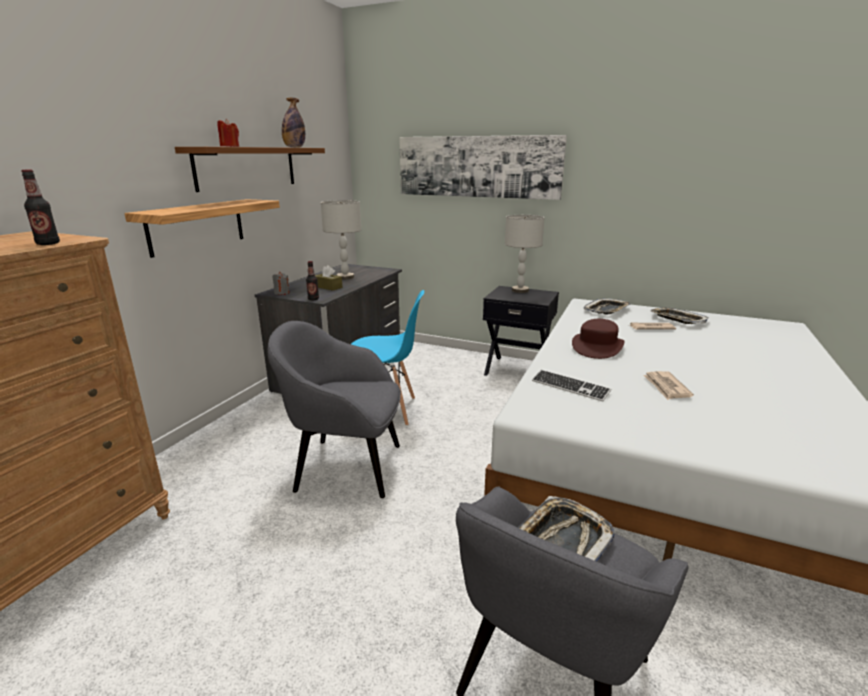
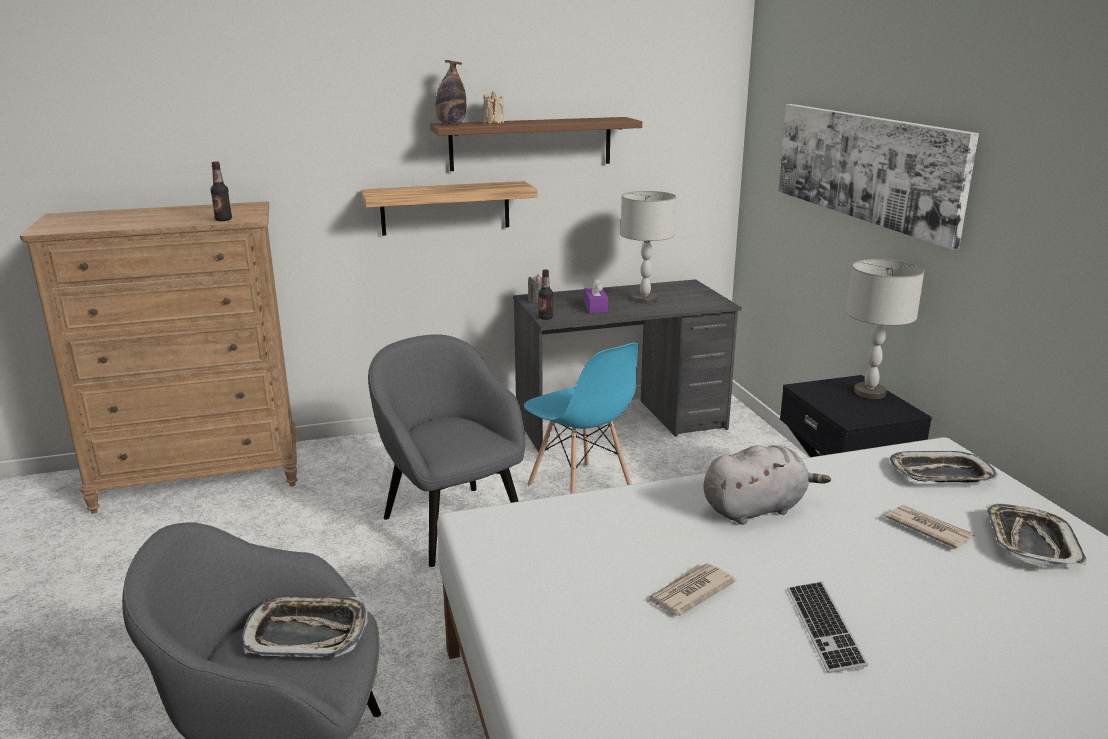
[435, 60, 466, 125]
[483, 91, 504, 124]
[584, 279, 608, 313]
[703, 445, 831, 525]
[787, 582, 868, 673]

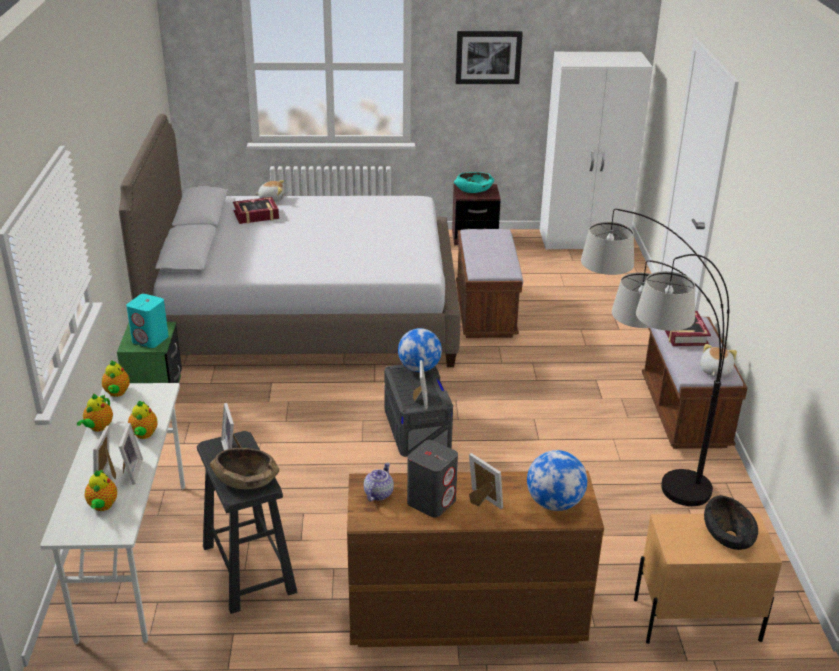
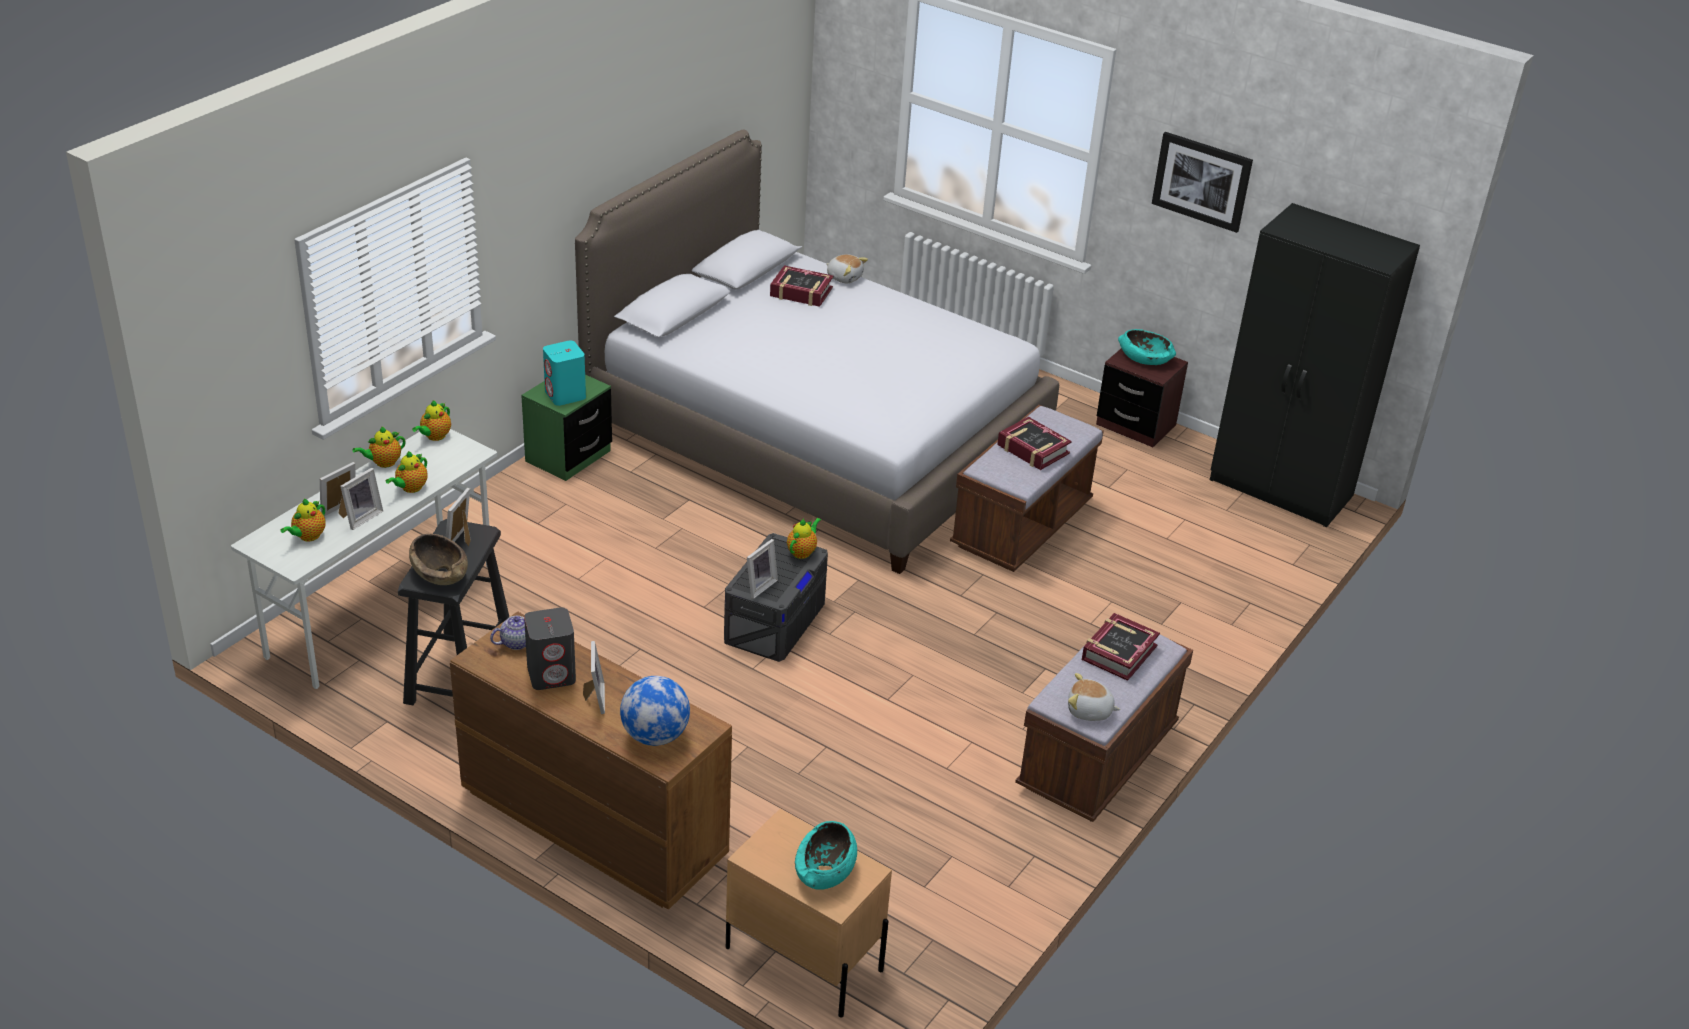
[1210, 203, 1420, 528]
[581, 209, 730, 506] (first image)
[787, 518, 821, 559]
[1068, 673, 1121, 721]
[795, 821, 857, 890]
[997, 417, 1072, 470]

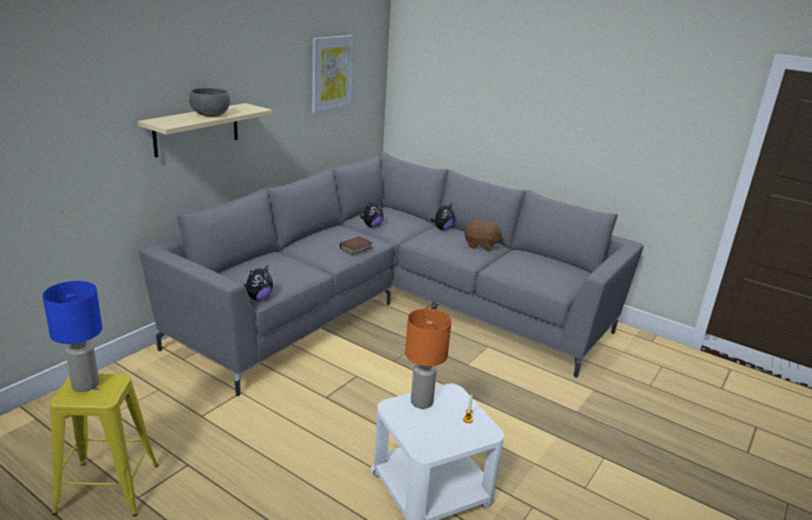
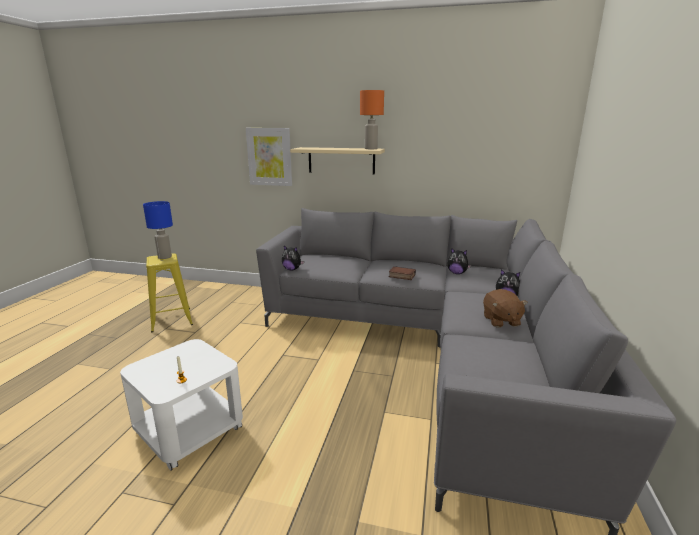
[246, 128, 292, 186]
[189, 88, 230, 117] (first image)
[360, 90, 384, 149]

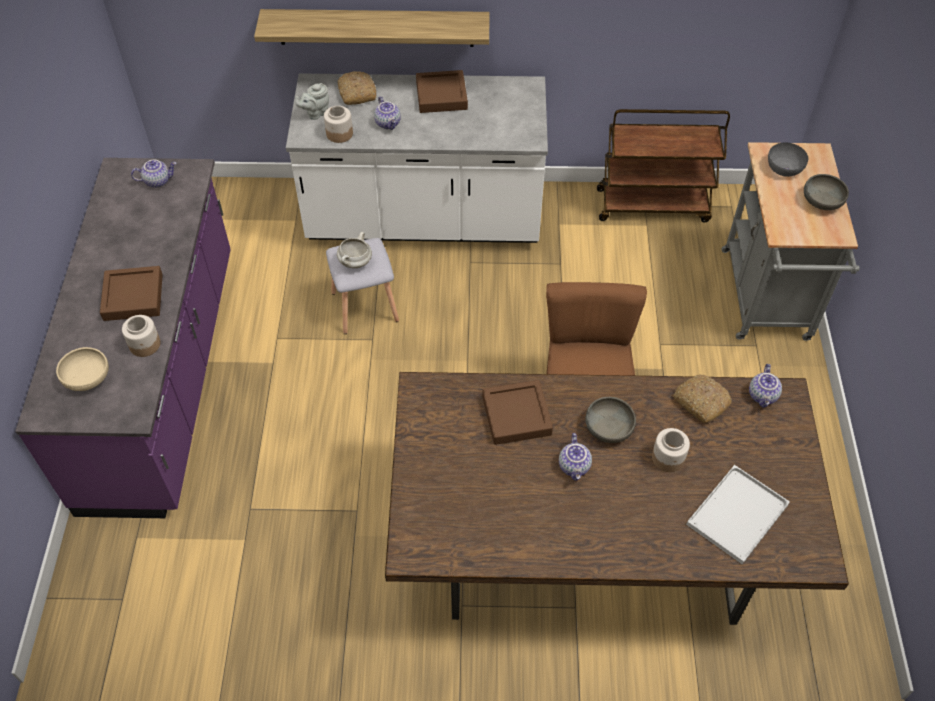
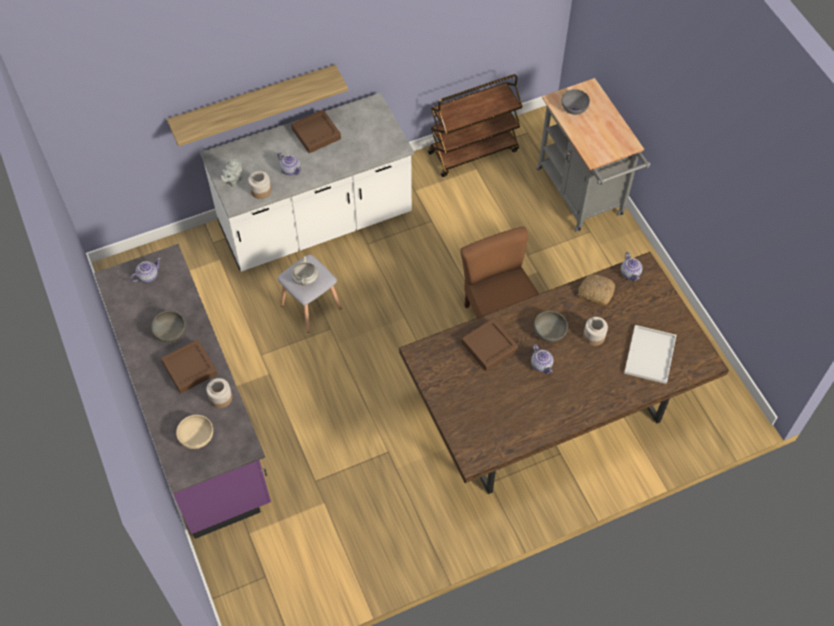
[337, 71, 377, 105] (first image)
[151, 311, 186, 343]

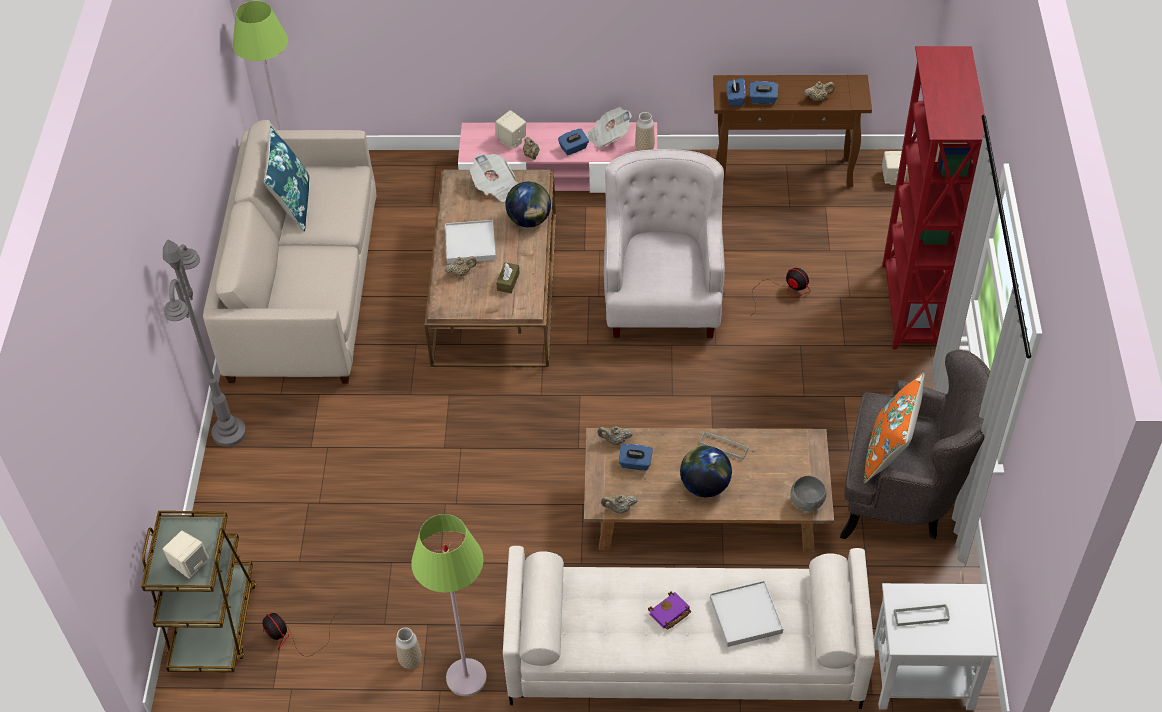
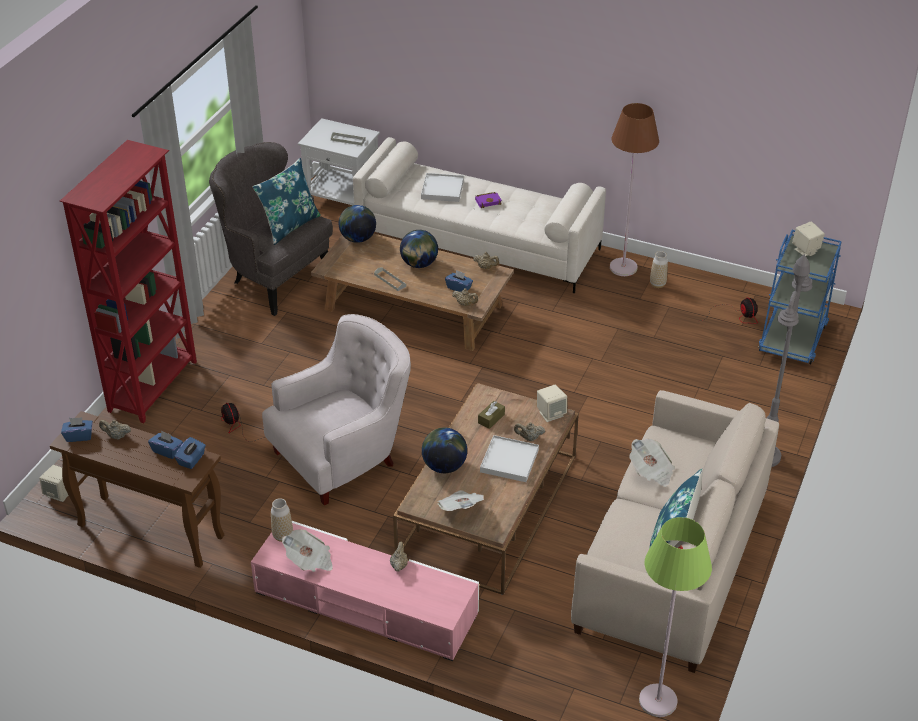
[537, 385, 567, 422]
[61, 417, 93, 442]
[262, 314, 411, 506]
[253, 158, 321, 245]
[339, 205, 376, 243]
[758, 230, 842, 364]
[610, 103, 659, 276]
[629, 439, 675, 487]

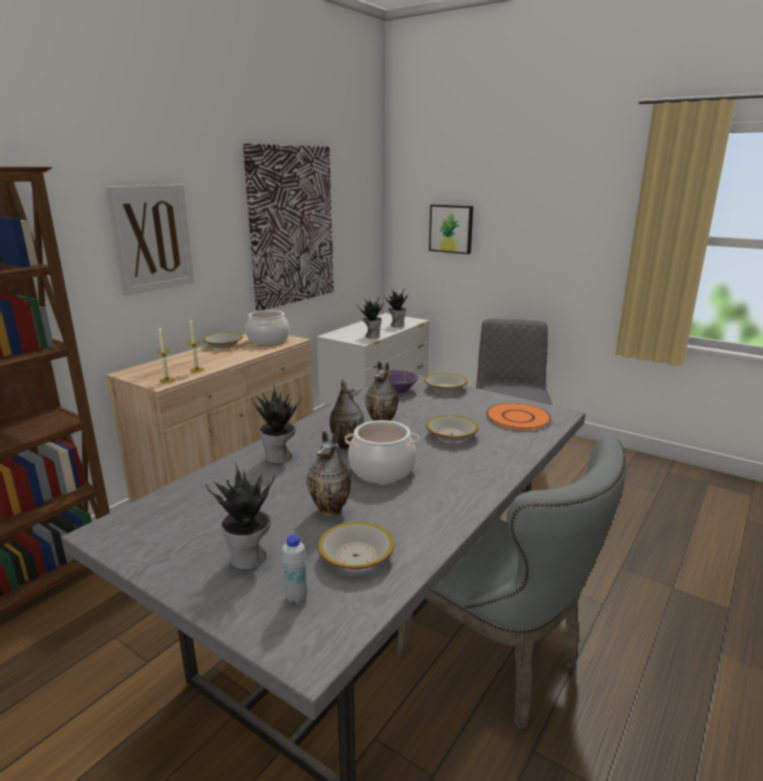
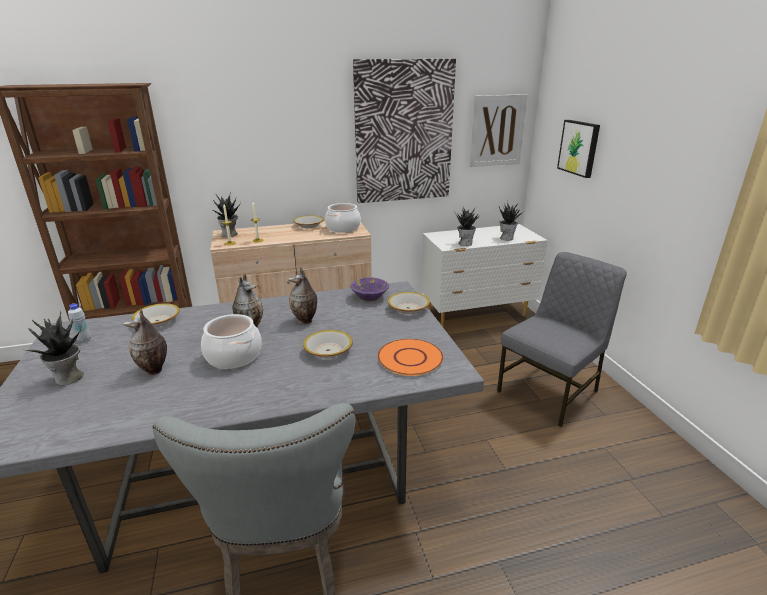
[470, 94, 528, 167]
[211, 192, 241, 237]
[132, 303, 180, 327]
[68, 303, 91, 343]

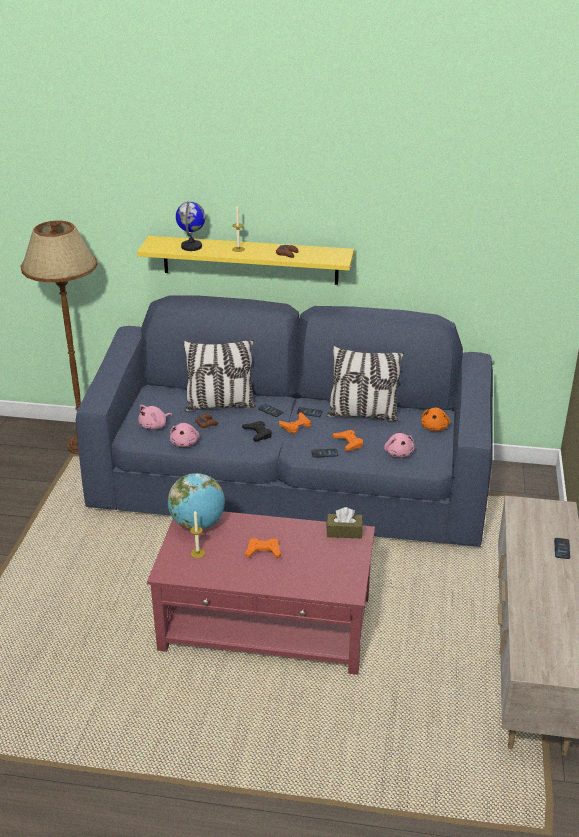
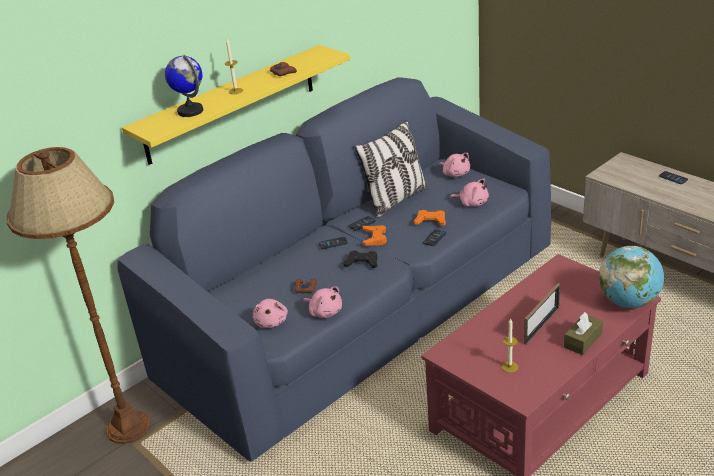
[183, 340, 256, 412] (first image)
[439, 153, 470, 177]
[599, 246, 664, 308]
[564, 312, 603, 355]
[524, 283, 560, 345]

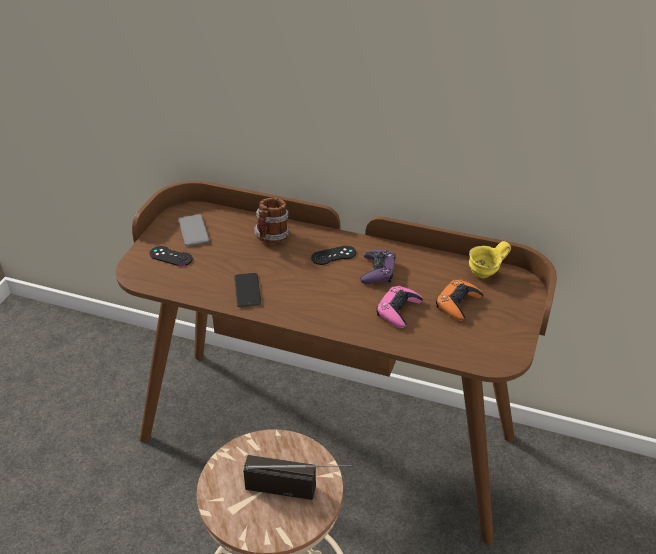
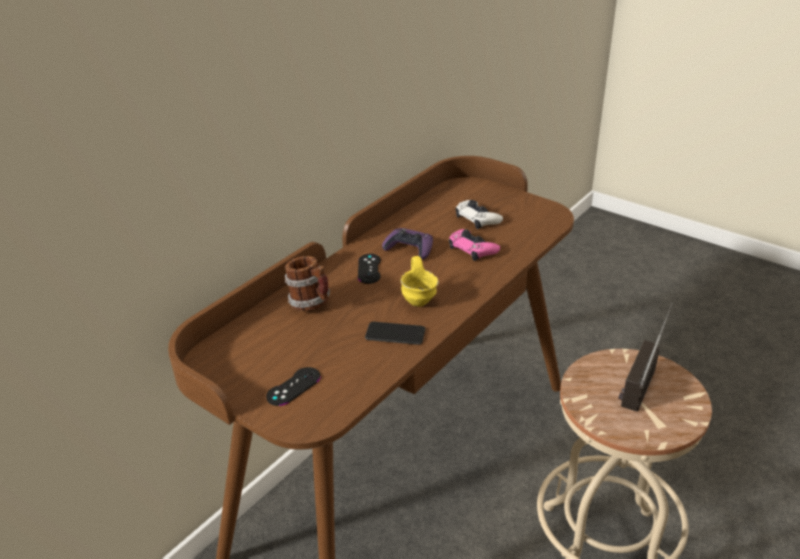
[178, 214, 209, 246] (first image)
[400, 256, 439, 307]
[456, 200, 503, 229]

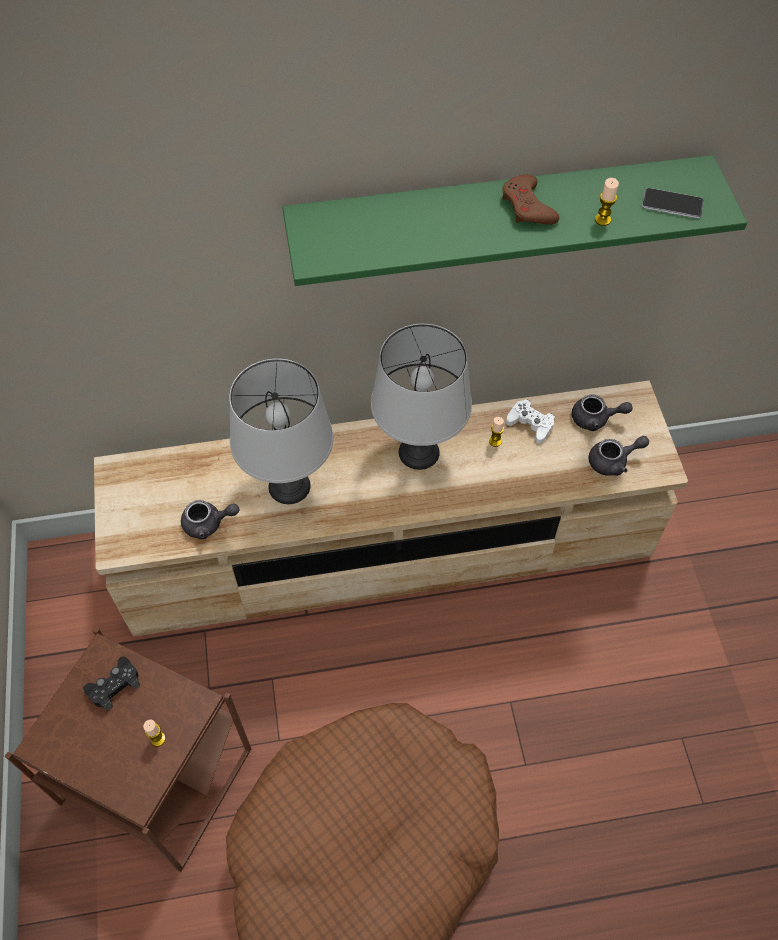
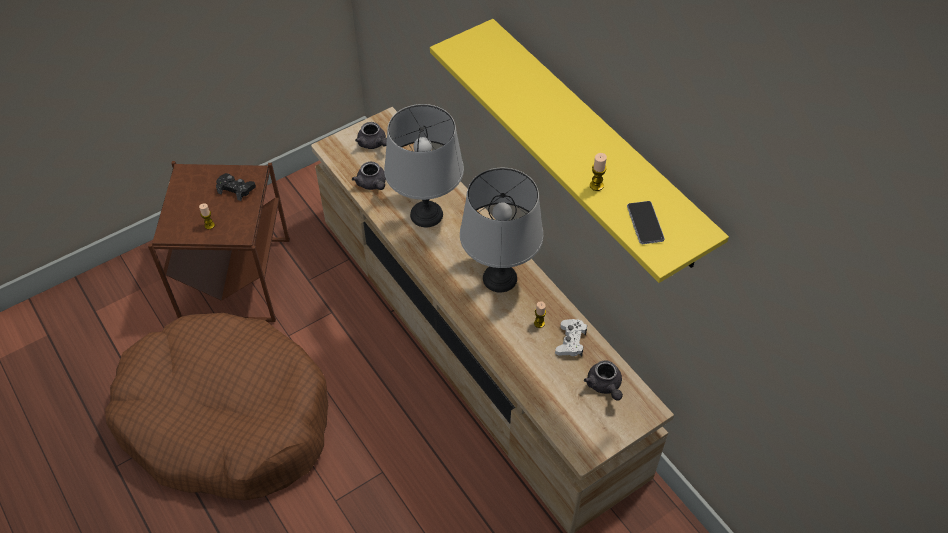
[430, 19, 729, 283]
[502, 174, 560, 225] (first image)
[355, 122, 387, 149]

